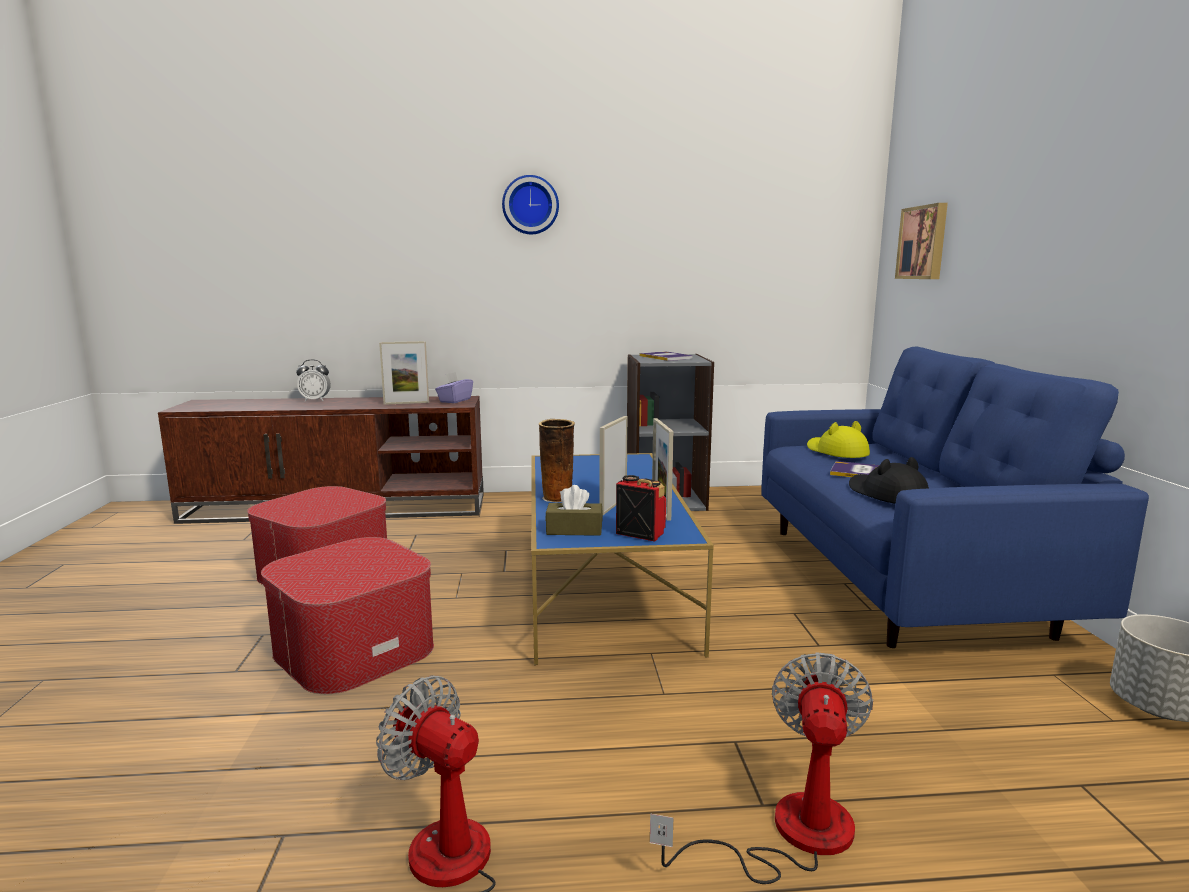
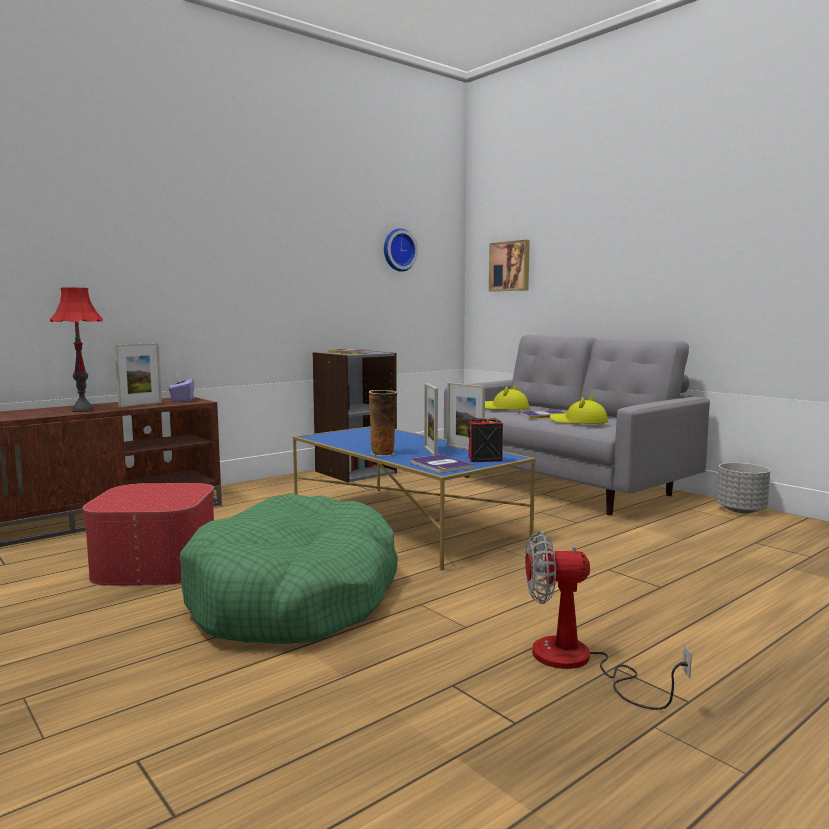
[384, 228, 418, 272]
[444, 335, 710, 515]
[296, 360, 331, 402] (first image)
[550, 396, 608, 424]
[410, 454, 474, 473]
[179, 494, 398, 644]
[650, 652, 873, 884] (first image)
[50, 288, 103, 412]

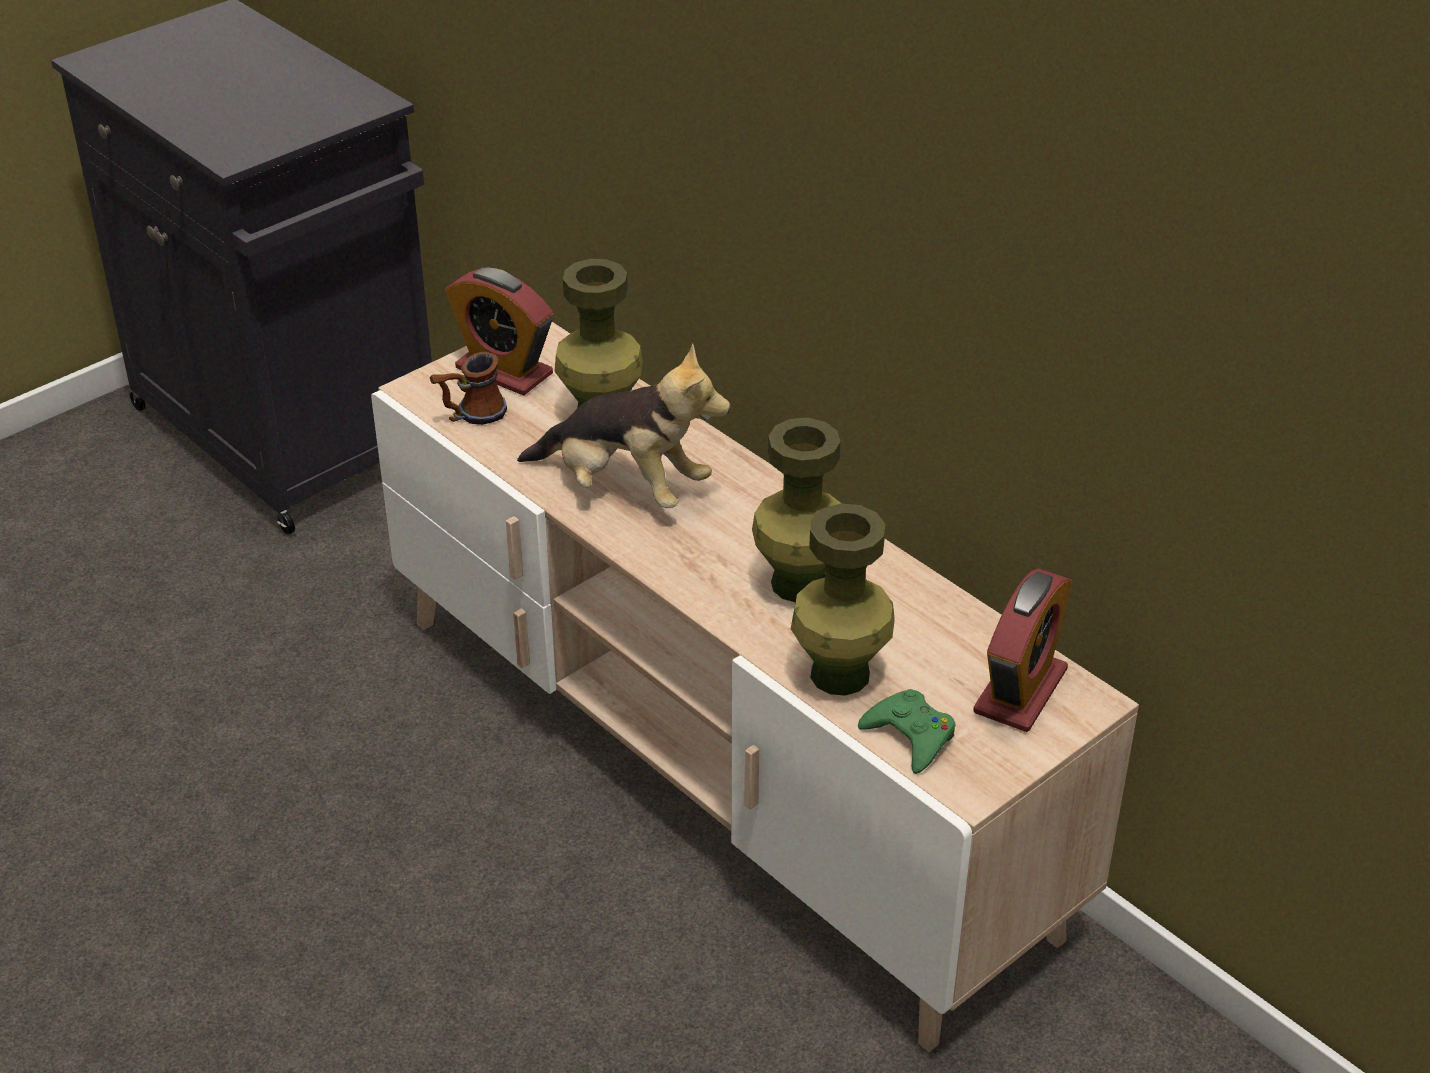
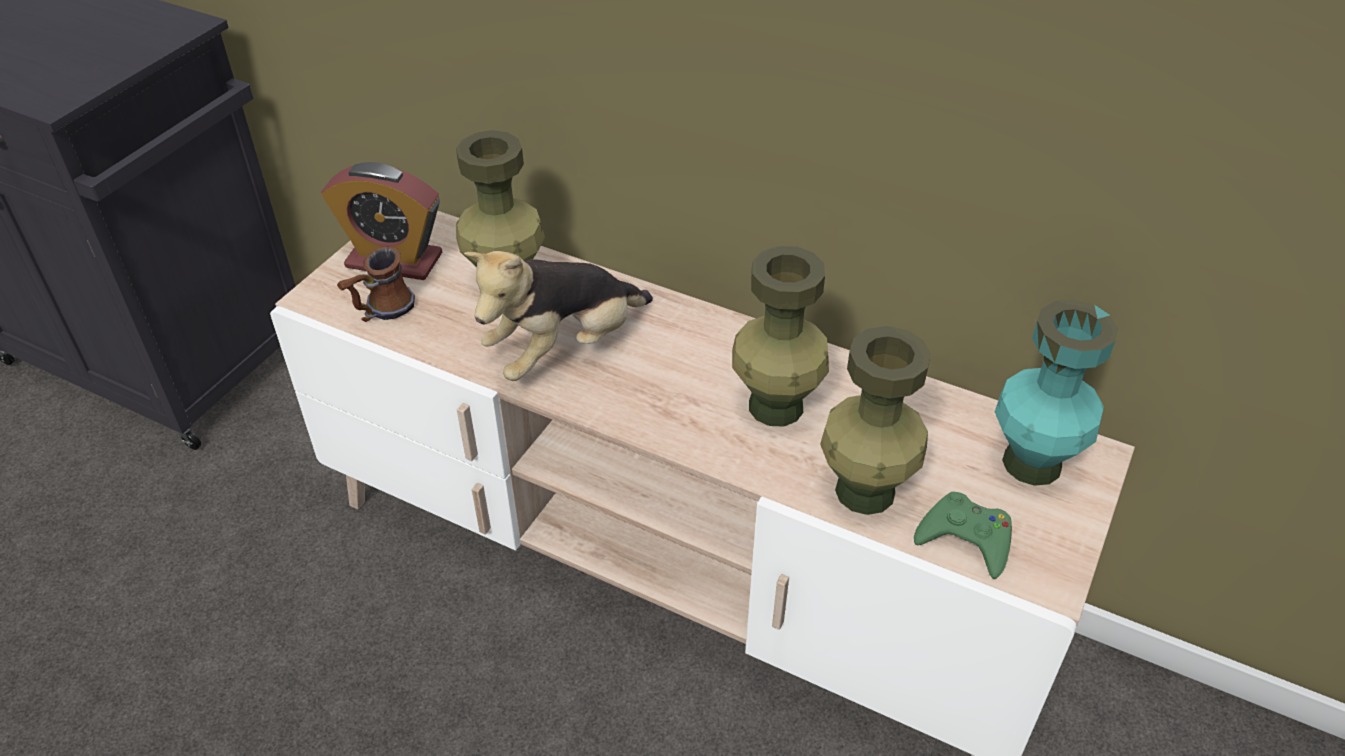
[464, 251, 653, 381]
[995, 299, 1118, 486]

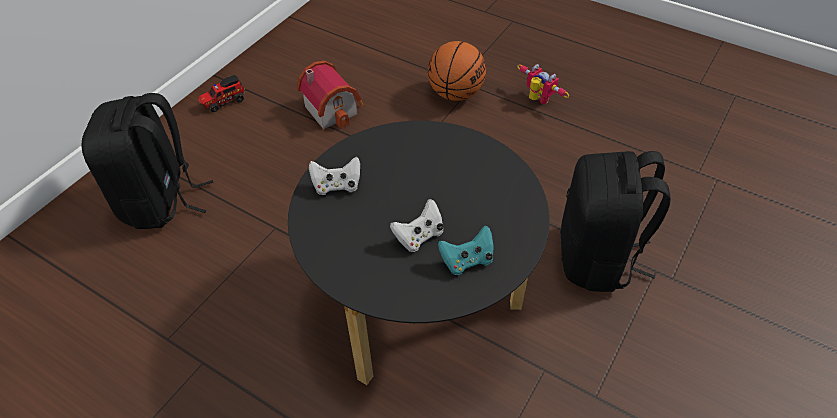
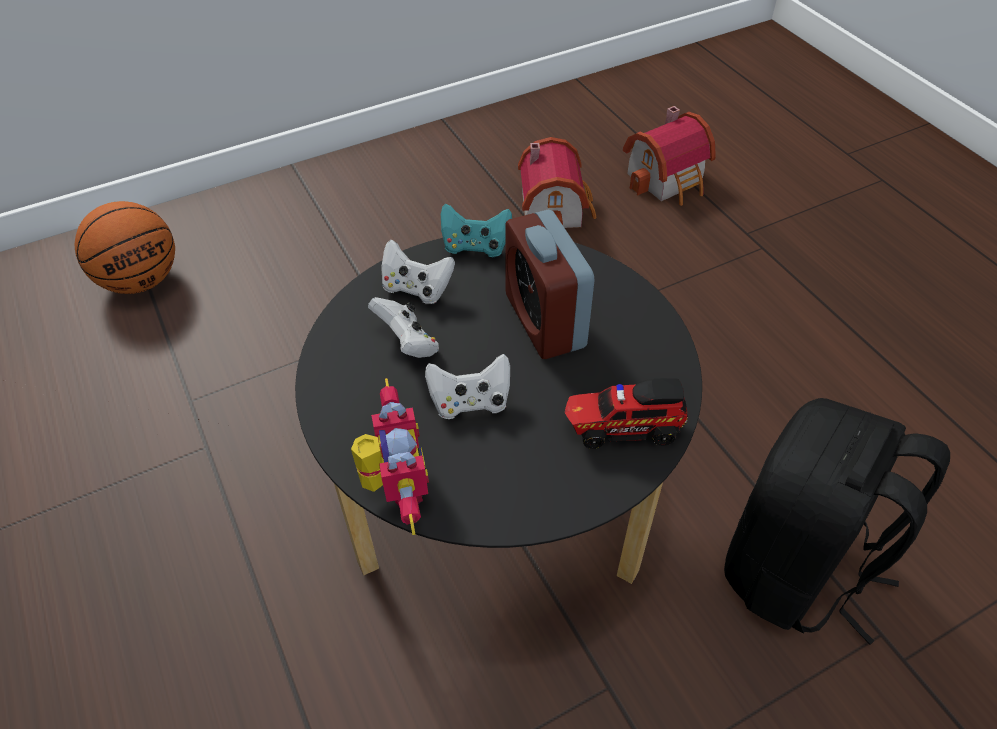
[75, 201, 175, 294]
[351, 378, 429, 535]
[564, 378, 688, 449]
[82, 93, 213, 229] (first image)
[441, 203, 512, 257]
[623, 106, 716, 206]
[505, 210, 595, 359]
[368, 297, 439, 358]

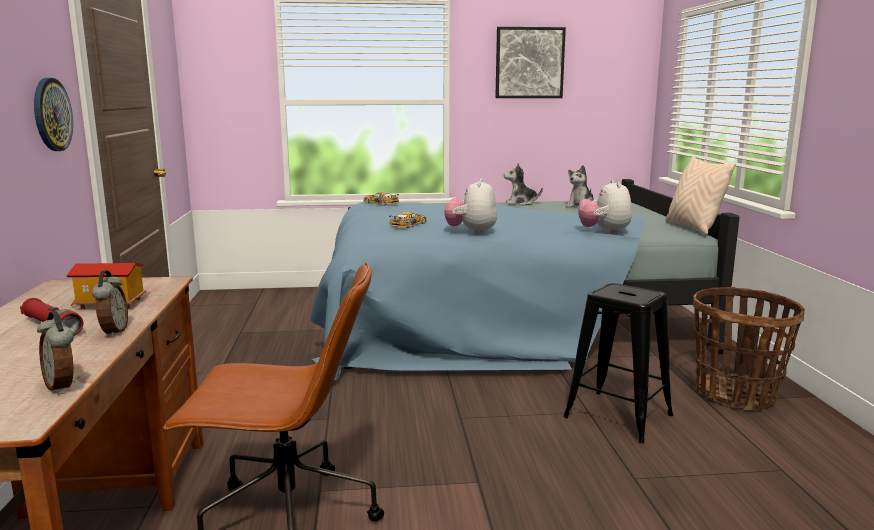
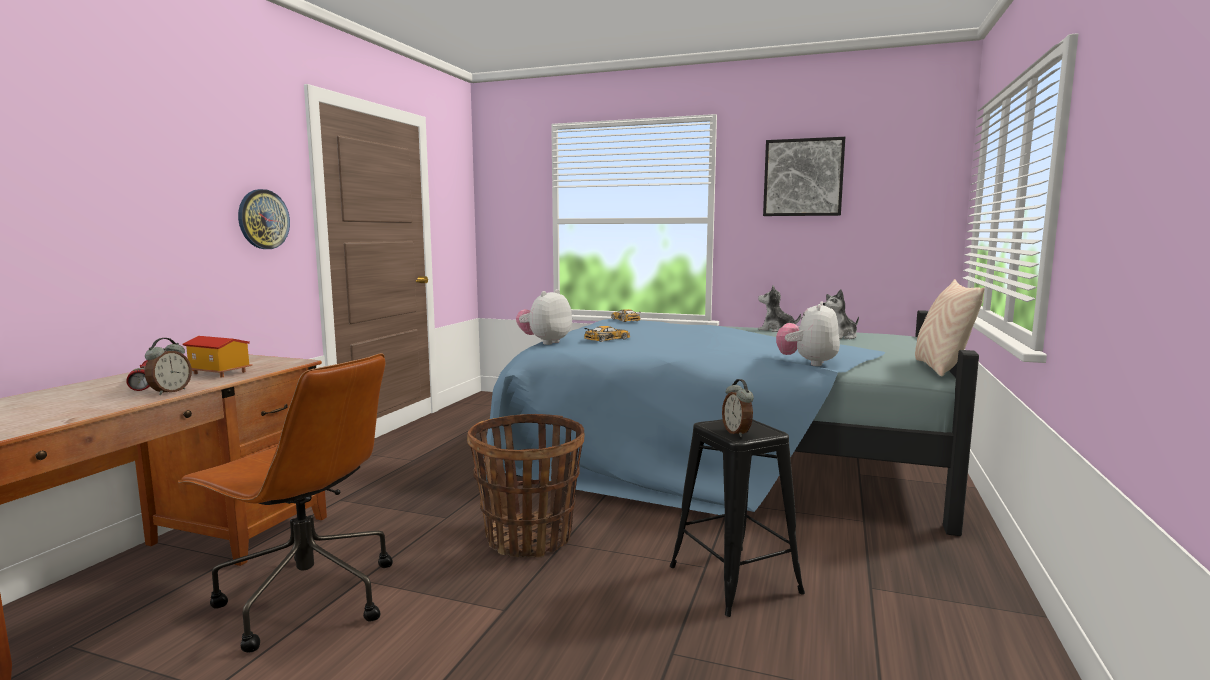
[516, 289, 572, 345]
[467, 414, 584, 558]
[722, 379, 754, 437]

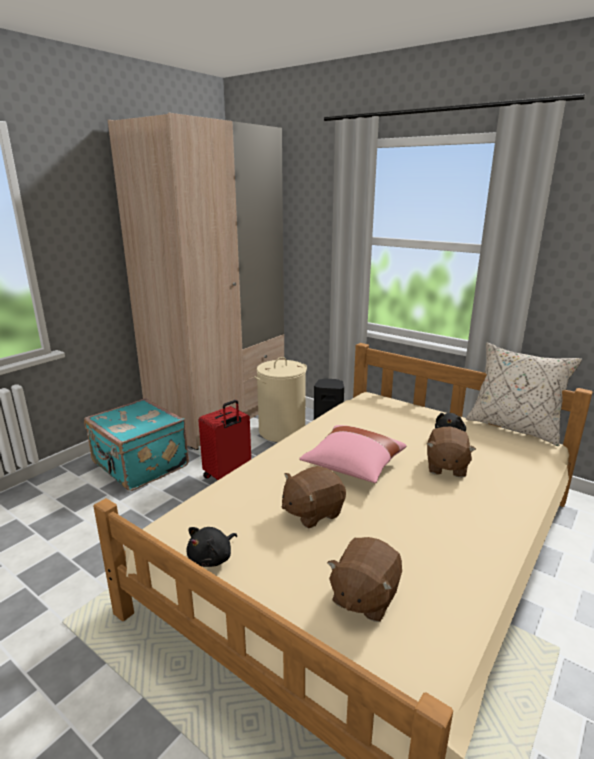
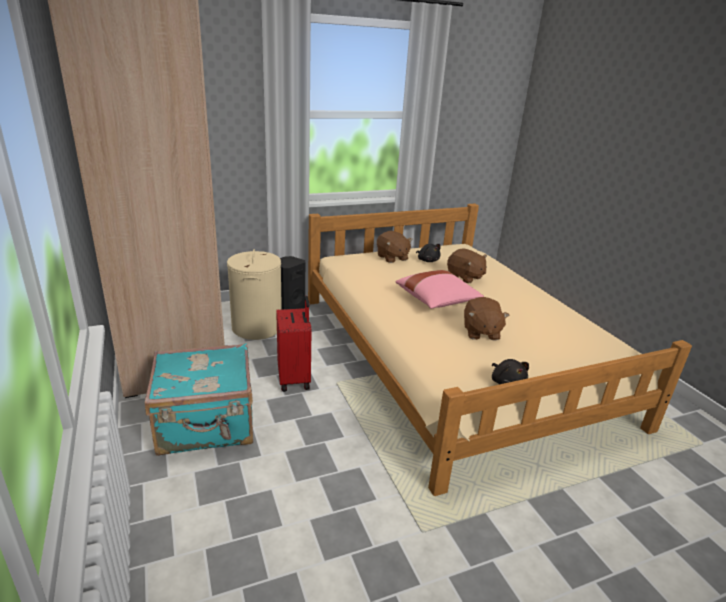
[466, 343, 582, 446] (first image)
[377, 231, 413, 263]

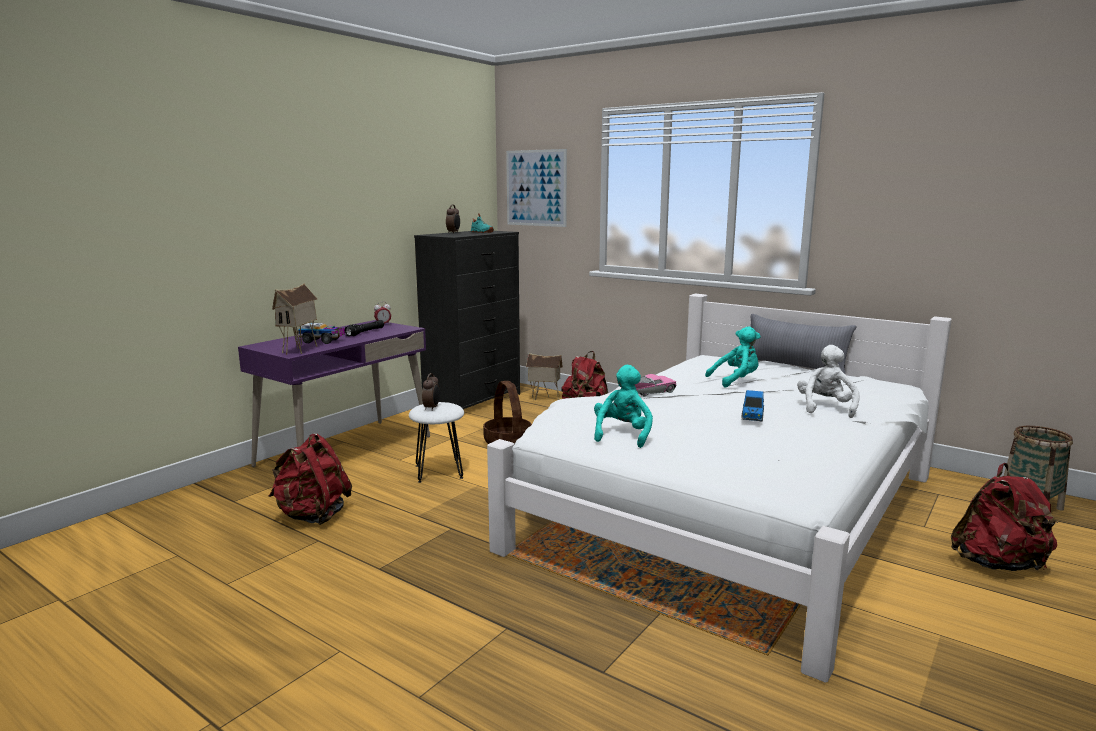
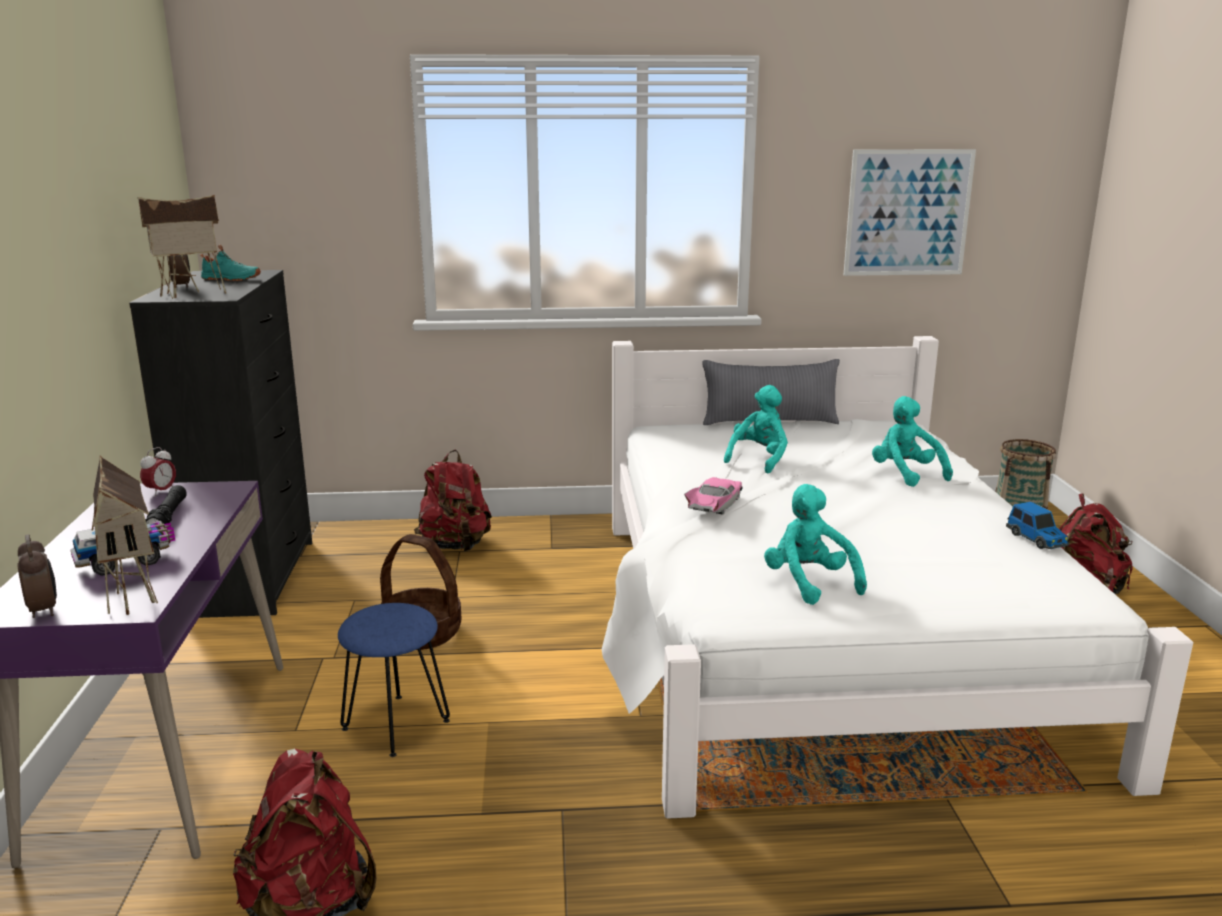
[844, 149, 976, 276]
[872, 396, 953, 487]
[137, 195, 226, 299]
[17, 534, 57, 618]
[1006, 502, 1069, 549]
[338, 603, 450, 757]

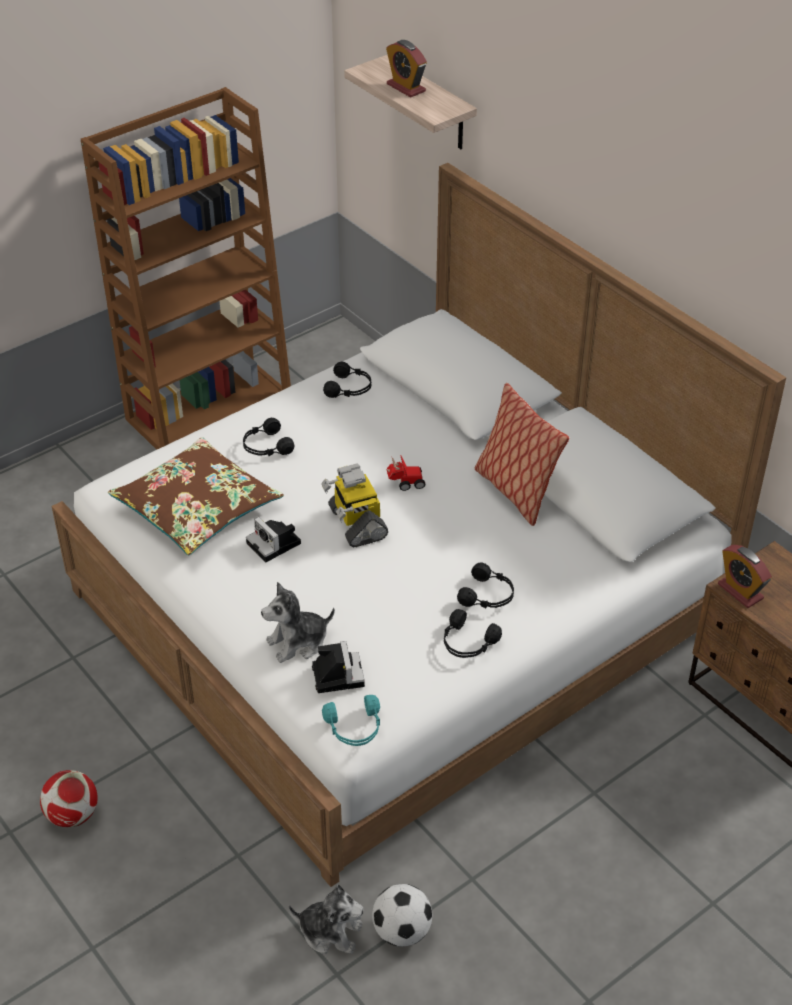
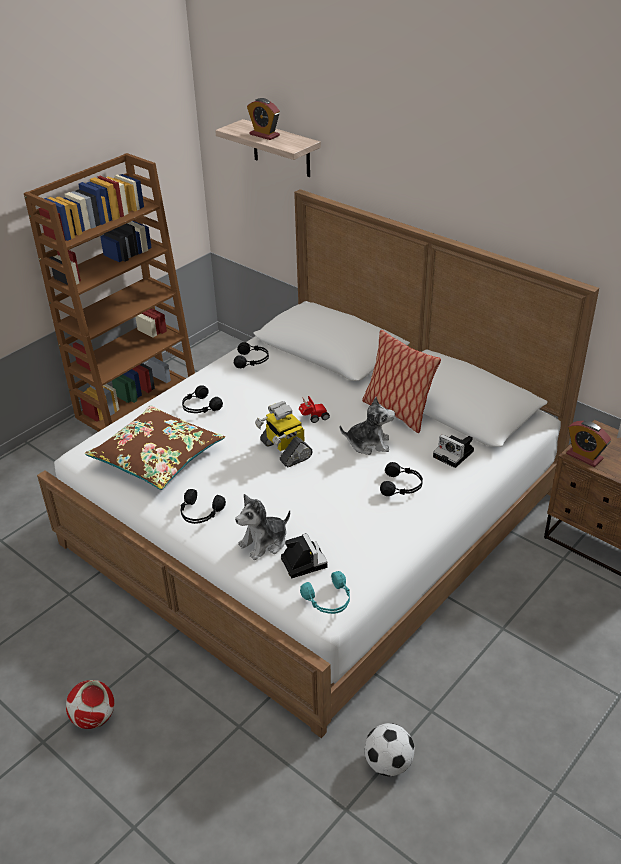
[433, 434, 474, 468]
[180, 489, 226, 524]
[340, 397, 395, 455]

